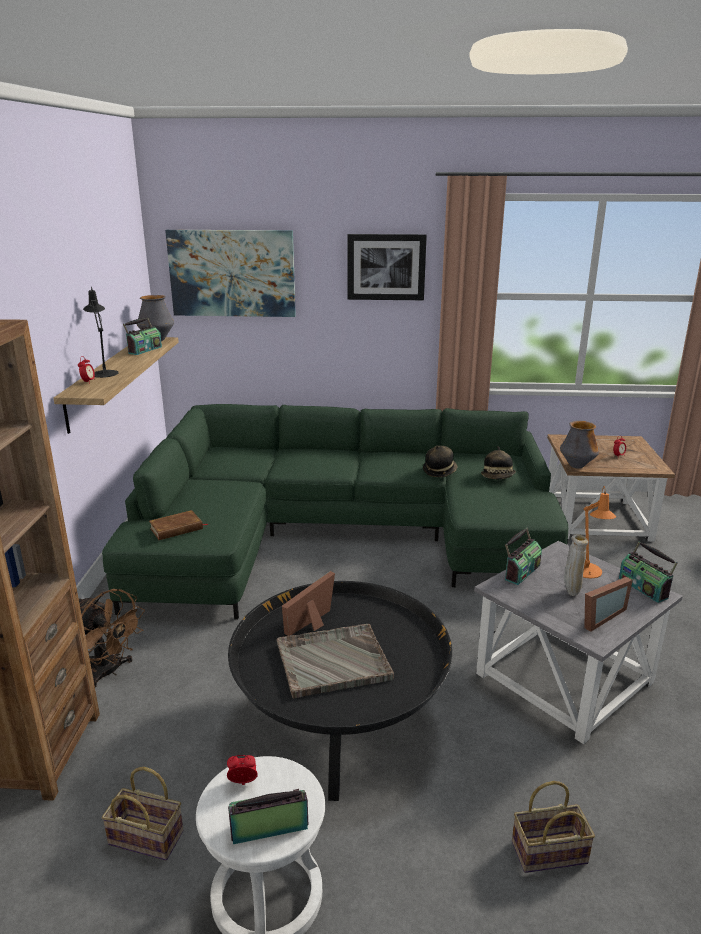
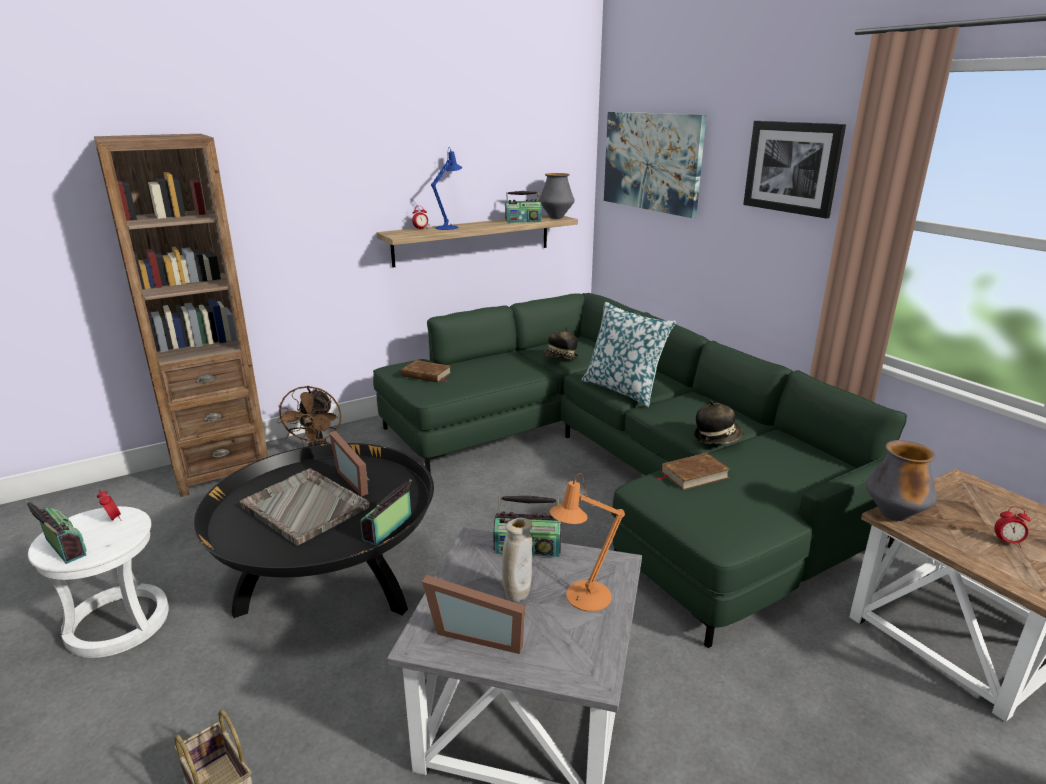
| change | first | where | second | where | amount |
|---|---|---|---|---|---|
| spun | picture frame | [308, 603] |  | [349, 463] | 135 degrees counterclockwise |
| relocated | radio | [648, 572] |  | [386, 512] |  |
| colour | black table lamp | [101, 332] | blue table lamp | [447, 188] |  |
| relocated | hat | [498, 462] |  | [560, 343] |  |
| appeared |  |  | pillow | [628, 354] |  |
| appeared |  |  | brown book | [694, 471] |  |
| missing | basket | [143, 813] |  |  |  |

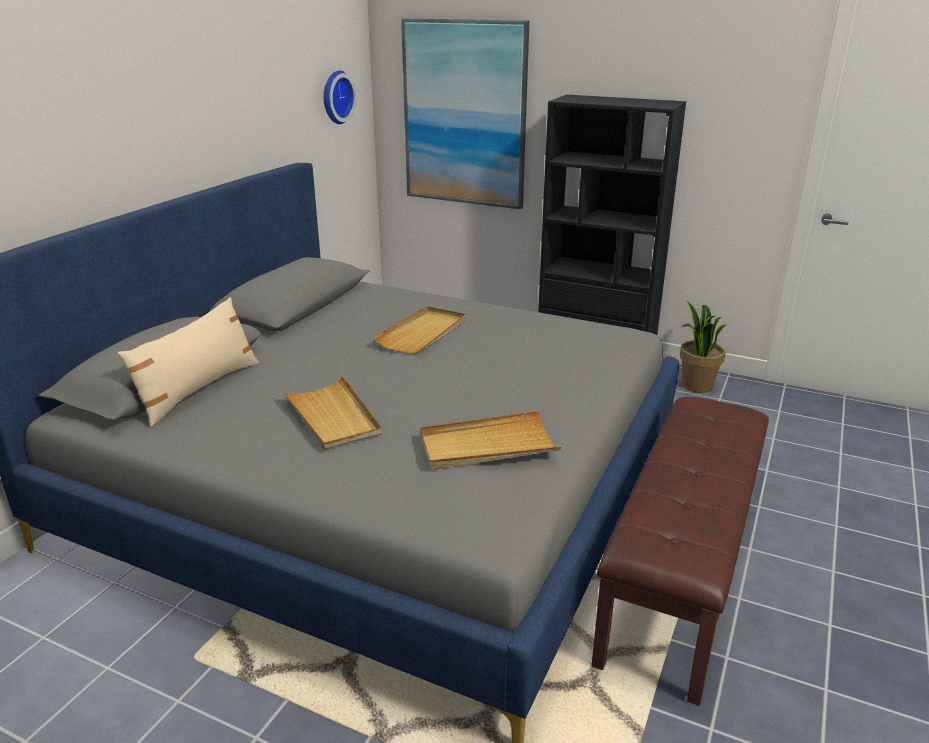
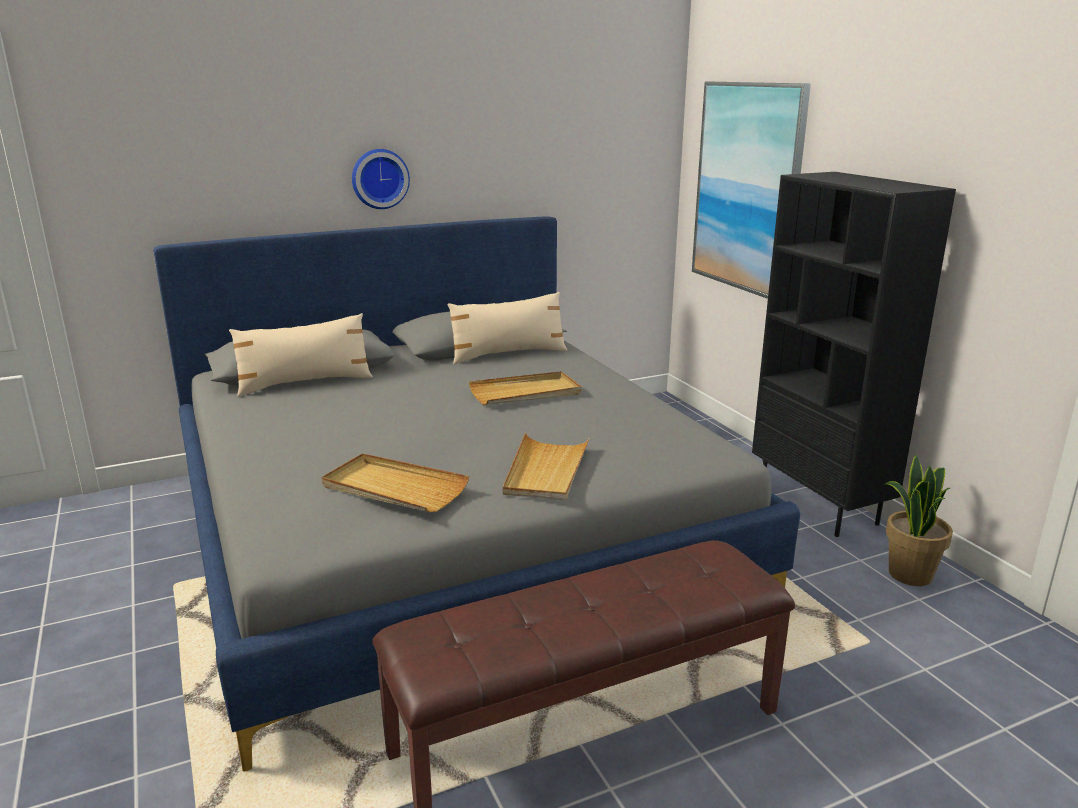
| change | first | where | second | where | amount |
|---|---|---|---|---|---|
| relocated | wall clock | [339, 97] |  | [381, 179] |  |
| appeared |  |  | beige pillow | [507, 328] |  |
| relocated | beige tray | [331, 412] |  | [546, 466] |  |

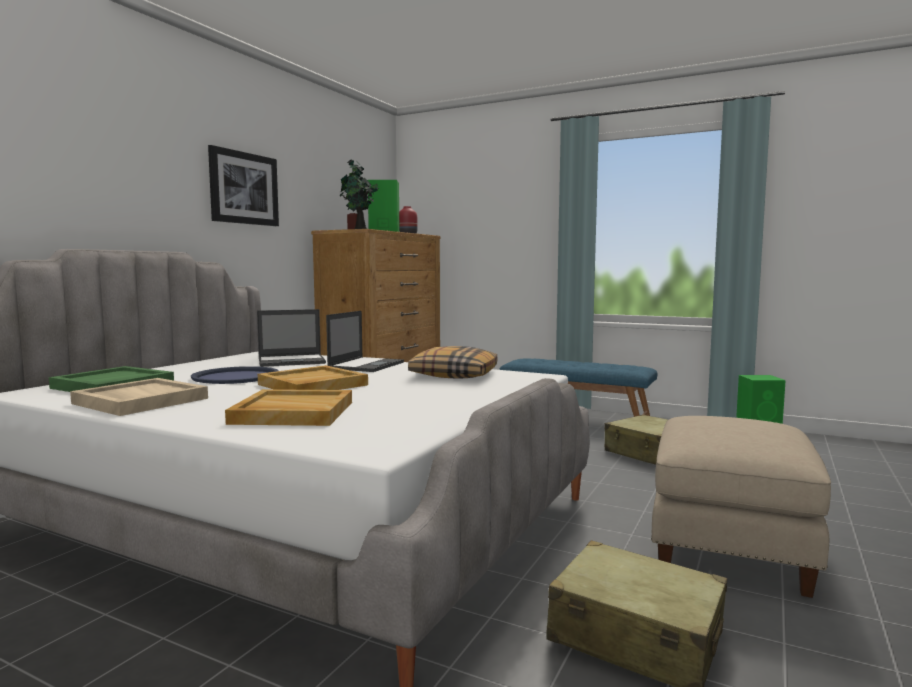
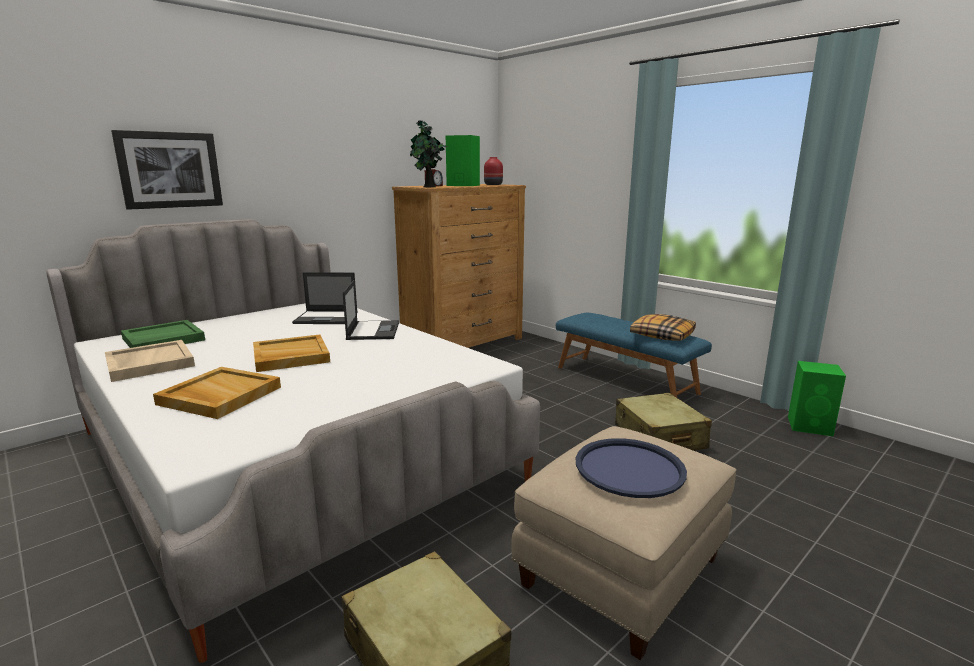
| change | first | where | second | where | amount |
|---|---|---|---|---|---|
| relocated | picture | [243, 185] |  | [167, 170] |  |
| spun | laptop | [365, 341] |  | [371, 310] | 45 degrees counterclockwise |
| relocated | blue tray | [235, 375] |  | [631, 468] |  |
| relocated | pillow | [453, 362] |  | [663, 327] |  |

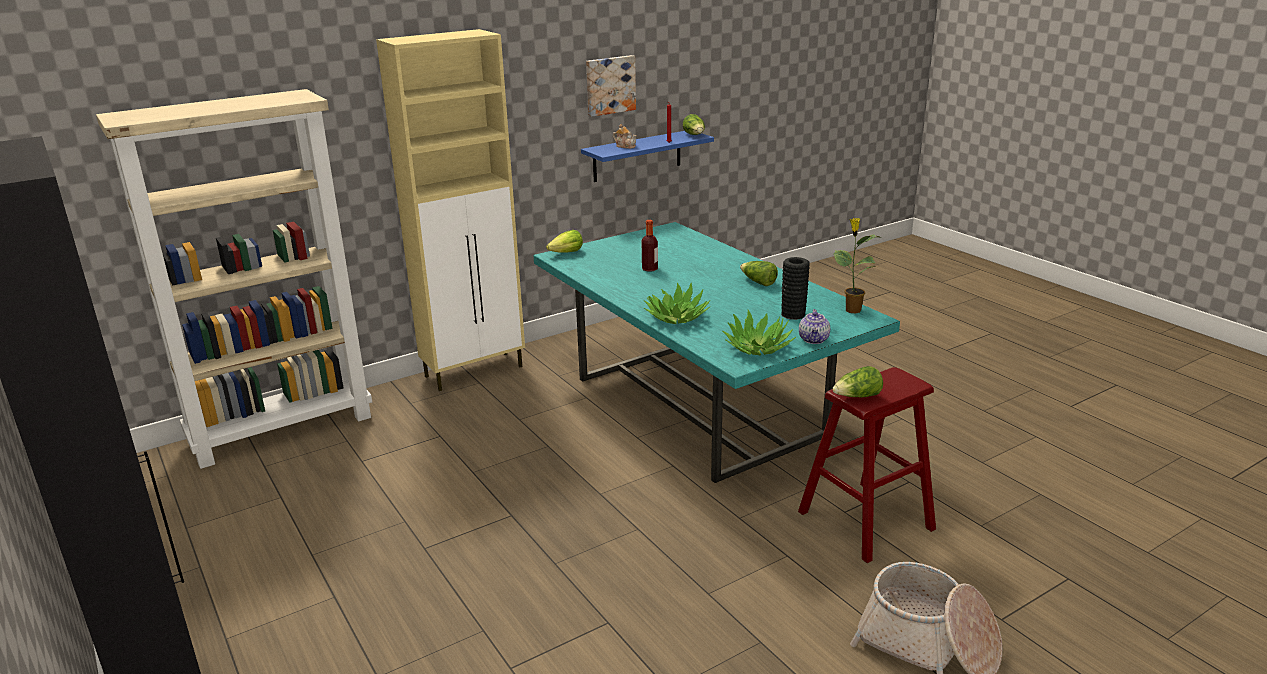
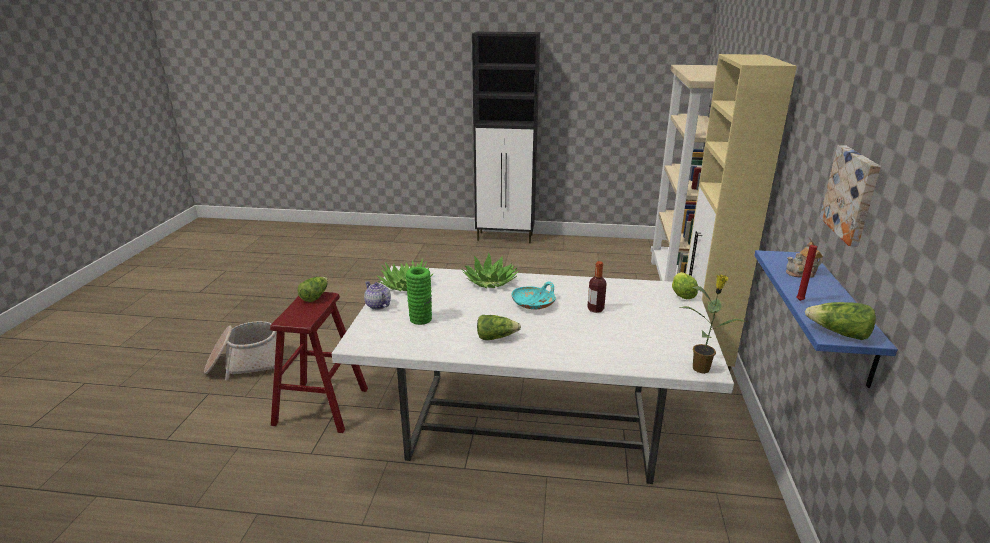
| change | first | where | second | where | amount |
|---|---|---|---|---|---|
| colour | turquoise dining table | [717, 352] | white dining table | [533, 375] |  |
| colour | black vase | [795, 288] | green vase | [419, 296] |  |
| appeared |  |  | turquoise bowl | [533, 295] |  |
| relocated | potted plant | [858, 265] |  | [713, 324] |  |

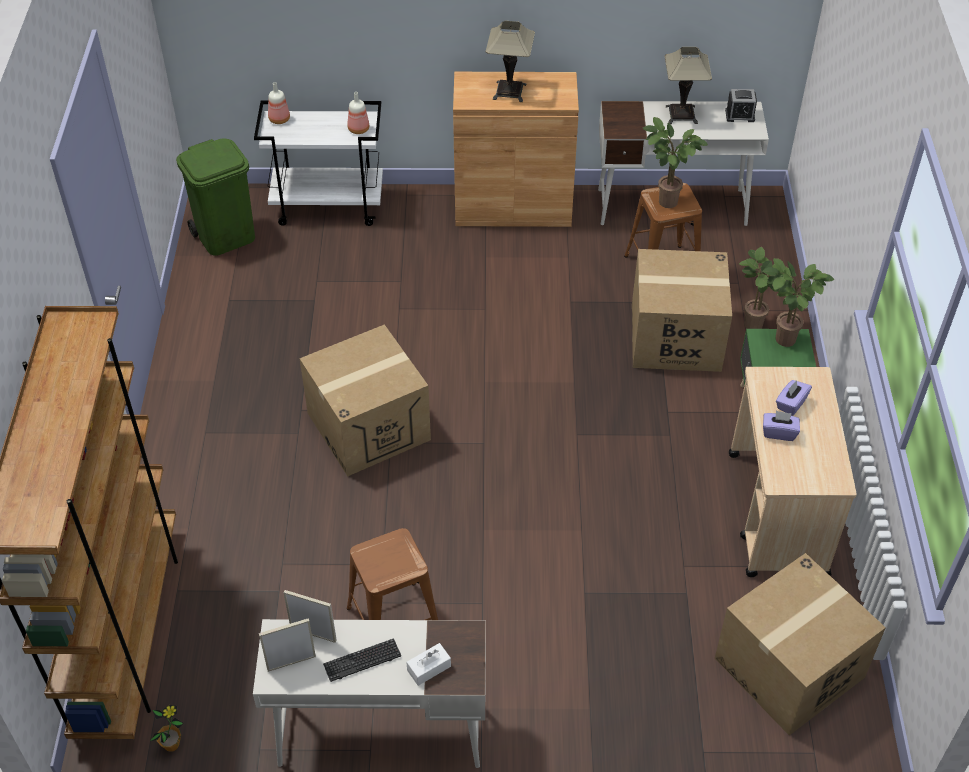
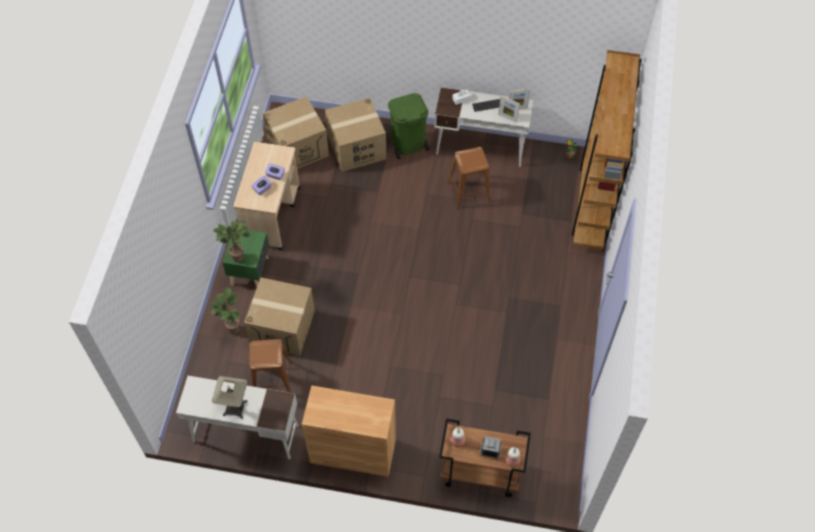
| change | first | where | second | where | amount |
|---|---|---|---|---|---|
| relocated | cardboard box | [365, 400] |  | [356, 135] |  |
| relocated | green trash can | [215, 197] |  | [408, 126] |  |
| colour | white cart | [318, 163] | brown cart | [485, 458] |  |
| relocated | alarm clock | [741, 105] |  | [490, 447] |  |
| missing | table lamp | [510, 61] |  |  |  |
| missing | potted plant | [675, 162] |  |  |  |

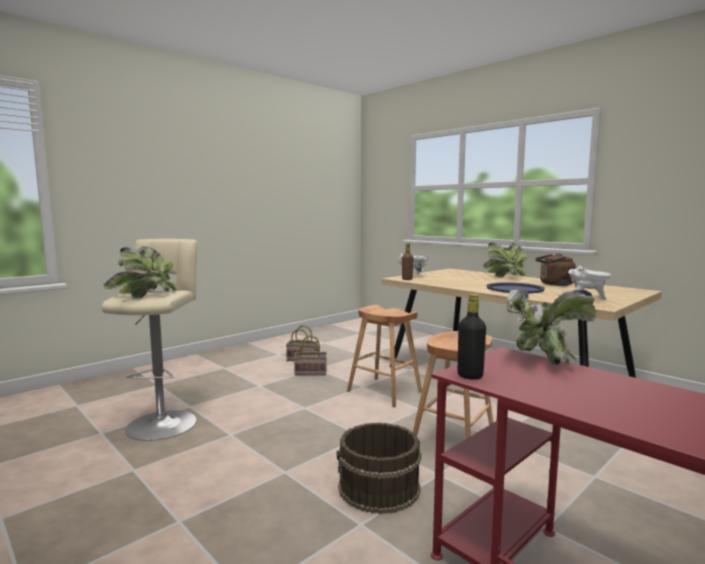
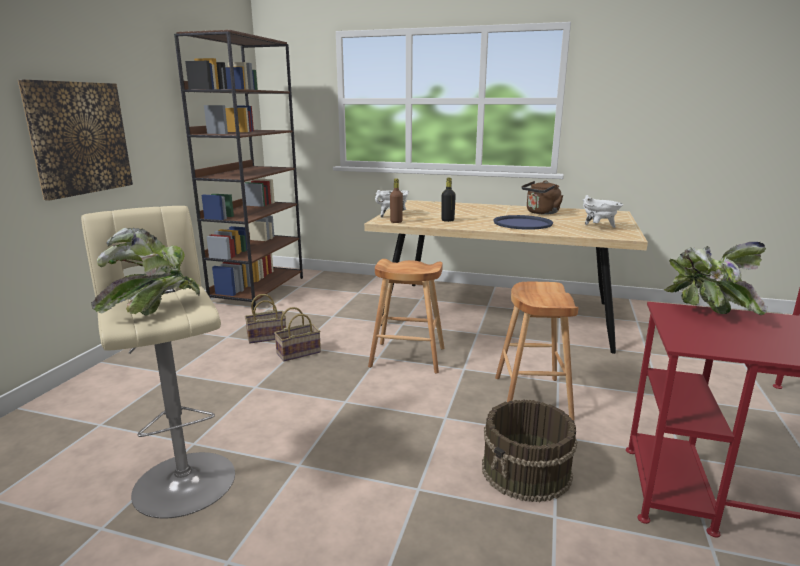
| change | first | where | second | where | amount |
|---|---|---|---|---|---|
| appeared |  |  | picture | [75, 140] |  |
| appeared |  |  | brown bookcase | [238, 170] |  |
| relocated | black bottle | [472, 337] |  | [448, 200] |  |
| missing | potted plant | [505, 260] |  |  |  |

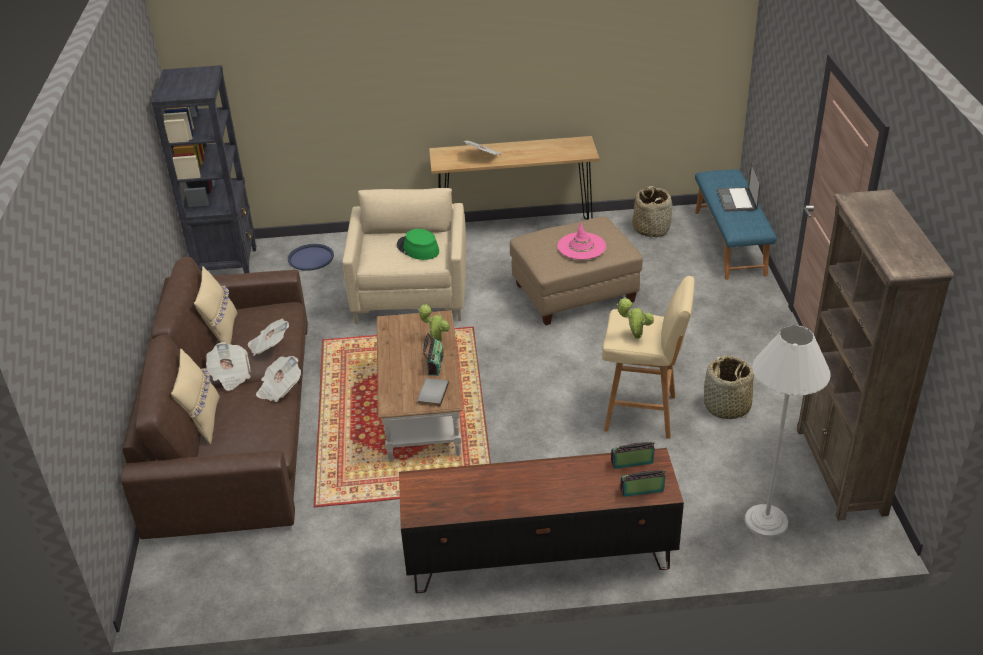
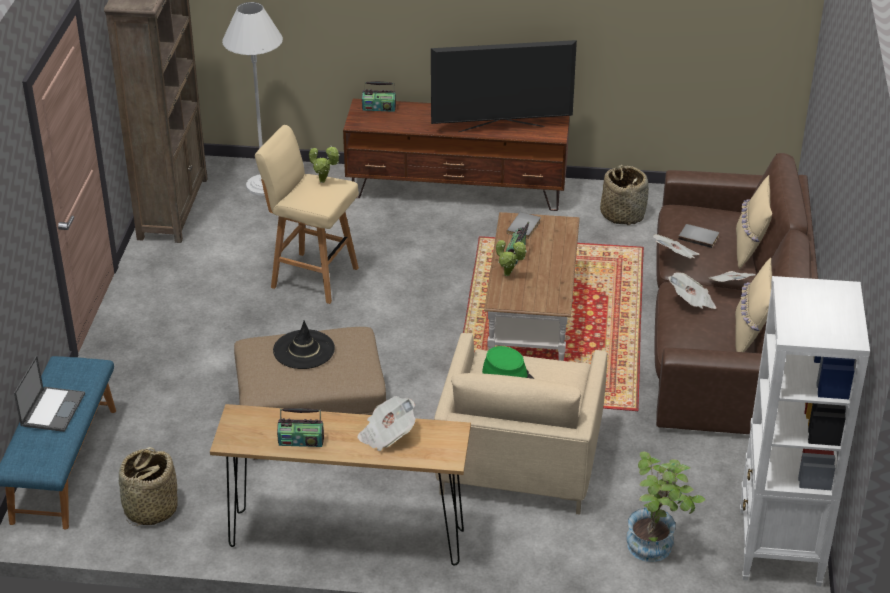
| change | first | where | second | where | amount |
|---|---|---|---|---|---|
| colour | pink hat | [581, 241] | black hat | [304, 344] |  |
| relocated | radio | [633, 455] |  | [300, 427] |  |
| appeared |  |  | television | [504, 86] |  |
| relocated | basket | [729, 387] |  | [624, 195] |  |
| exchanged | blue tray | [311, 257] | potted plant | [665, 506] |  |
| appeared |  |  | grey book | [698, 236] |  |
| colour | black bookcase | [203, 169] | white bookcase | [805, 431] |  |

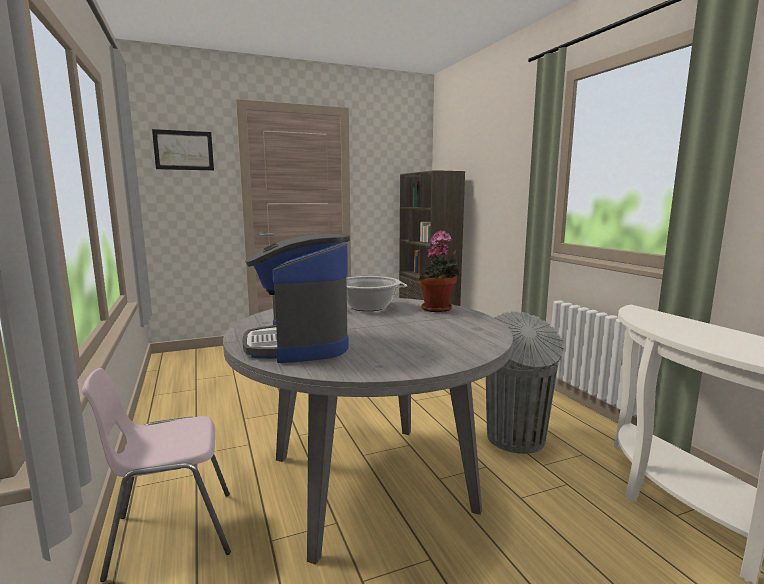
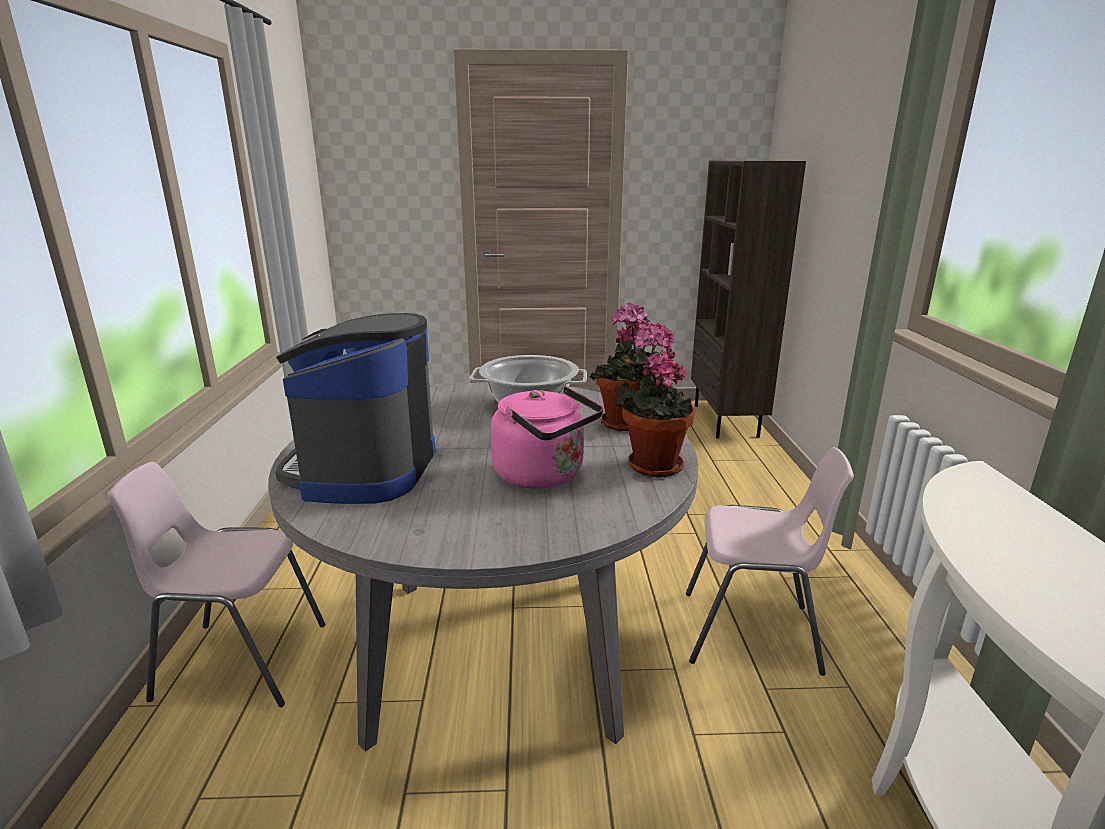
| change | first | where | second | where | amount |
|---|---|---|---|---|---|
| appeared |  |  | pink kettle | [547, 437] |  |
| appeared |  |  | potted plant | [655, 400] |  |
| exchanged | grey trash can | [525, 382] | pink chair | [770, 561] |  |
| missing | picture | [183, 149] |  |  |  |

